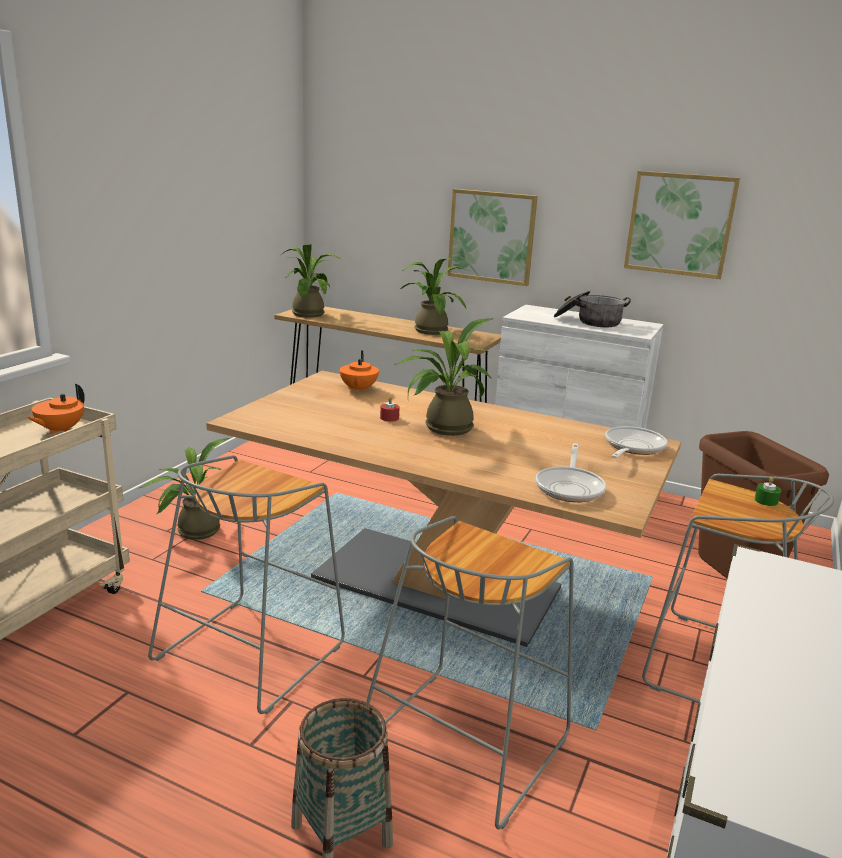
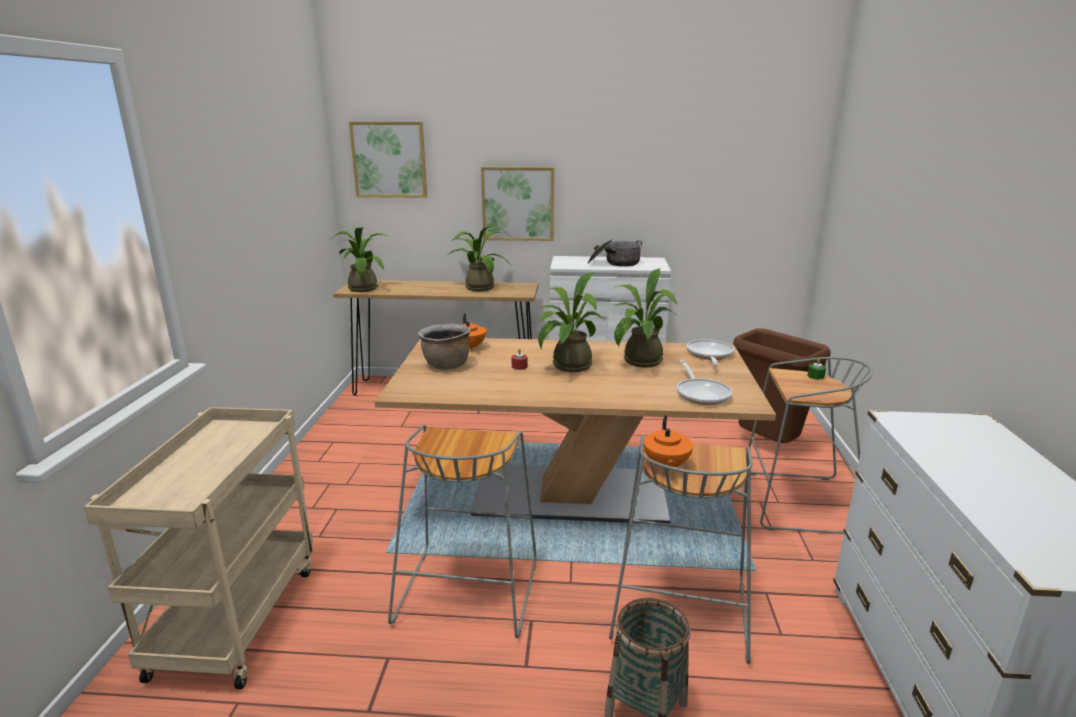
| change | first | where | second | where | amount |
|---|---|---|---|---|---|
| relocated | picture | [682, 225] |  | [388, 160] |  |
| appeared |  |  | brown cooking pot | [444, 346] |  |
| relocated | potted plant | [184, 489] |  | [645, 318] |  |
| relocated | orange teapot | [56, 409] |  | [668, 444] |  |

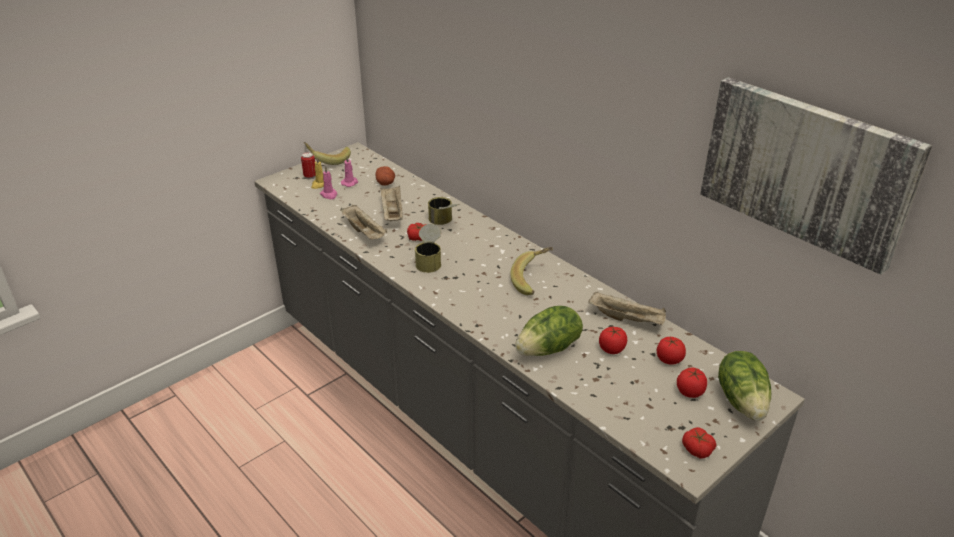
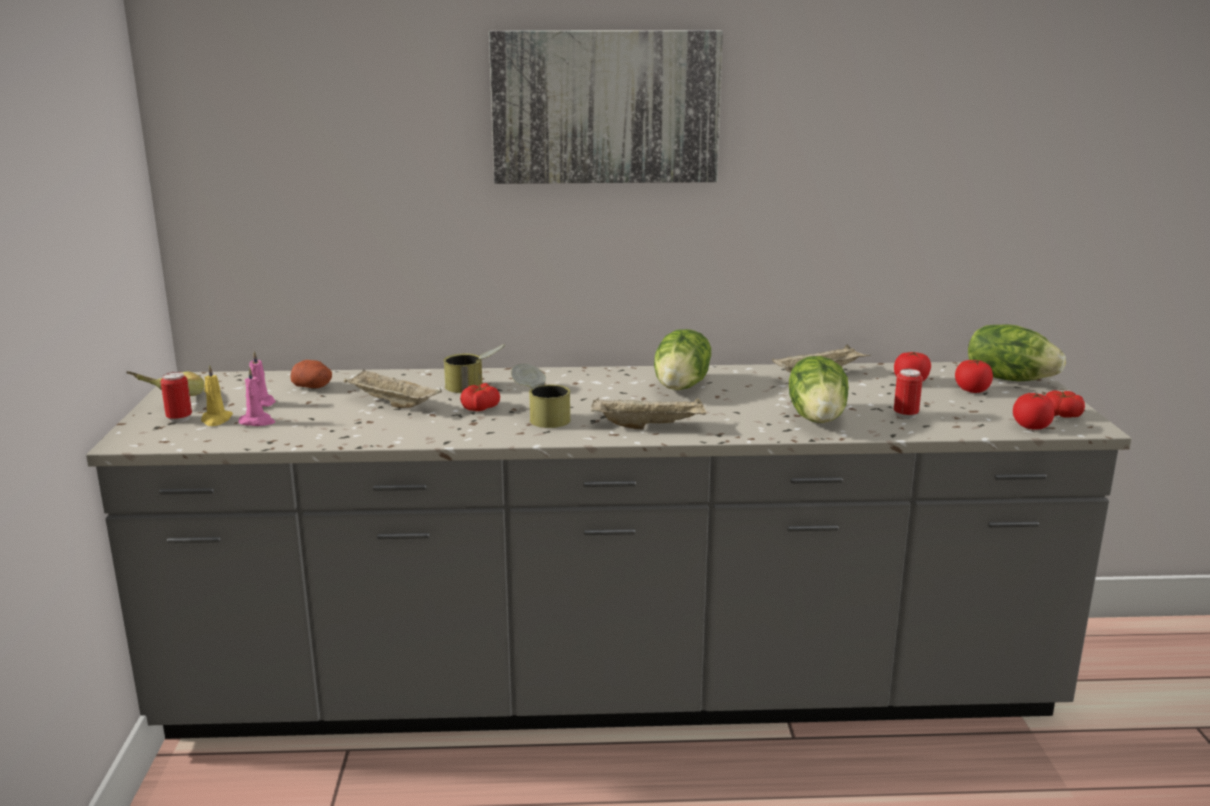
| change | first | where | second | where | amount |
|---|---|---|---|---|---|
| relocated | picture | [816, 176] |  | [606, 107] |  |
| relocated | beige tray | [363, 222] |  | [648, 414] |  |
| exchanged | banana | [531, 271] | lettuce | [682, 359] |  |
| appeared |  |  | can | [908, 394] |  |
| relocated | tomato | [613, 340] |  | [1033, 411] |  |

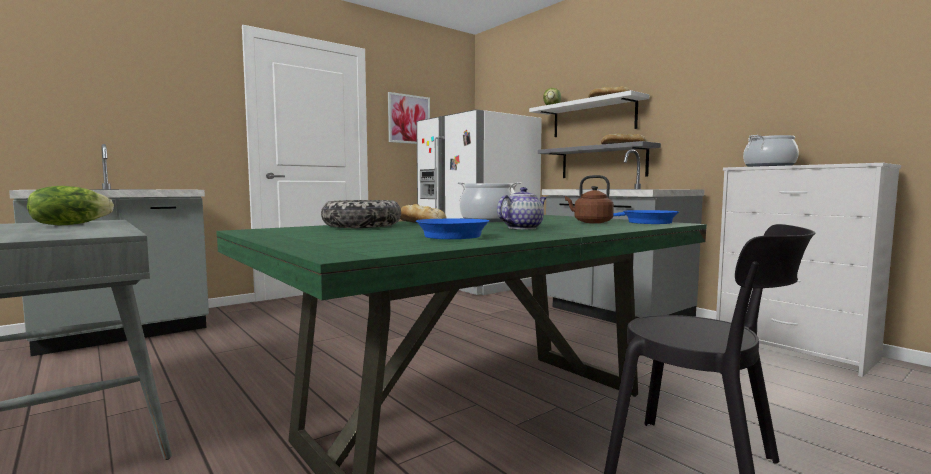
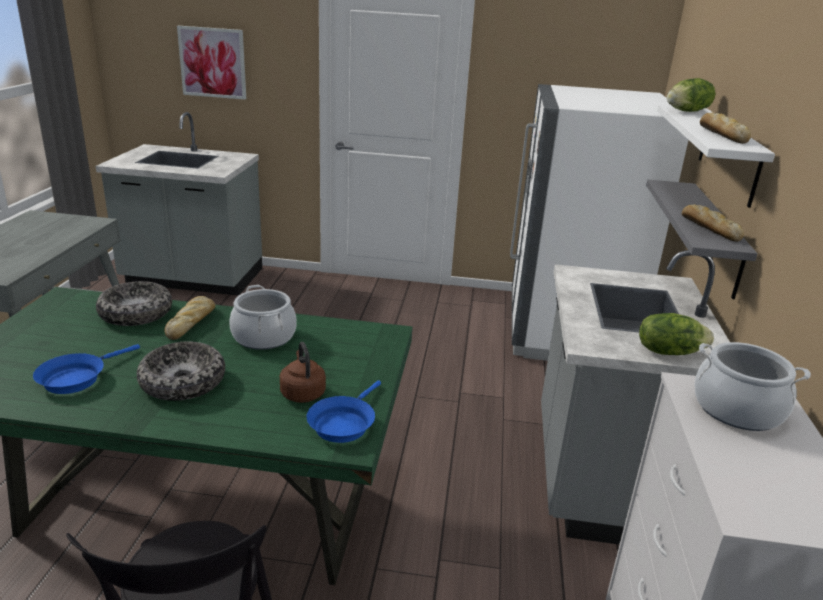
| change | first | where | second | where | amount |
|---|---|---|---|---|---|
| exchanged | teapot | [521, 208] | bowl | [181, 371] |  |
| relocated | picture | [409, 118] |  | [211, 63] |  |
| relocated | lettuce | [70, 205] |  | [676, 334] |  |

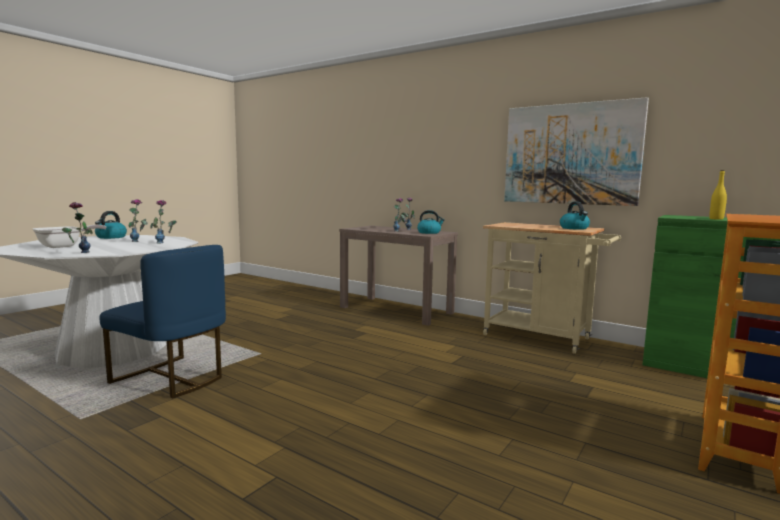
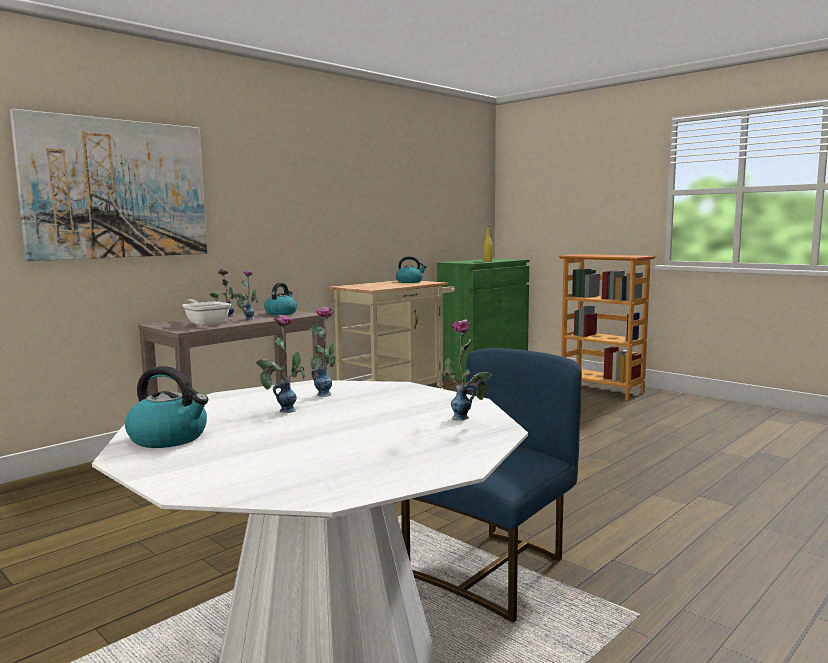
| change | first | where | second | where | amount |
|---|---|---|---|---|---|
| relocated | picture | [576, 151] |  | [108, 185] |  |
| relocated | frying pan | [69, 236] |  | [206, 312] |  |

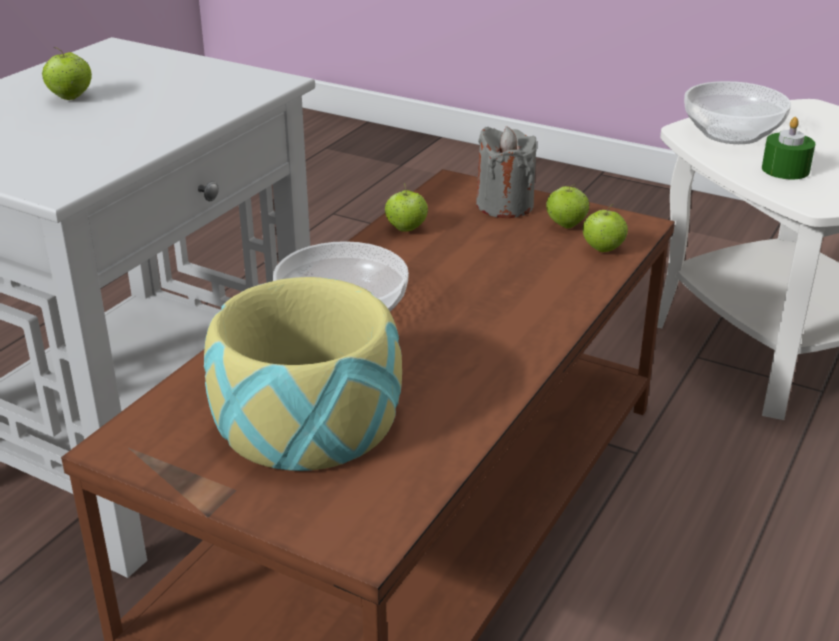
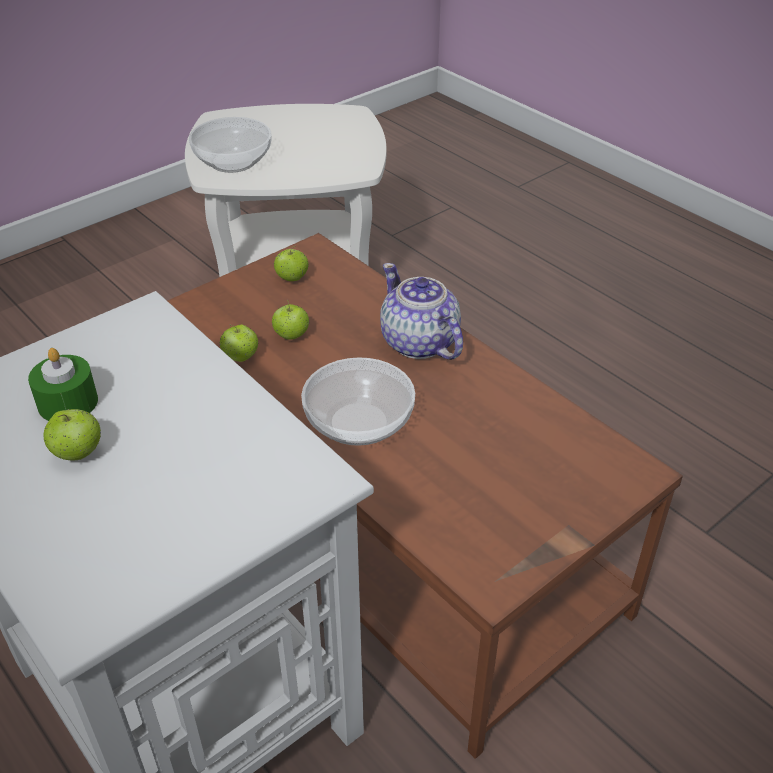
| change | first | where | second | where | amount |
|---|---|---|---|---|---|
| relocated | green candle | [788, 148] |  | [63, 384] |  |
| relocated | apple | [605, 228] |  | [290, 320] |  |
| appeared |  |  | teapot | [421, 311] |  |
| missing | bowl | [303, 374] |  |  |  |
| missing | grey candle | [506, 172] |  |  |  |

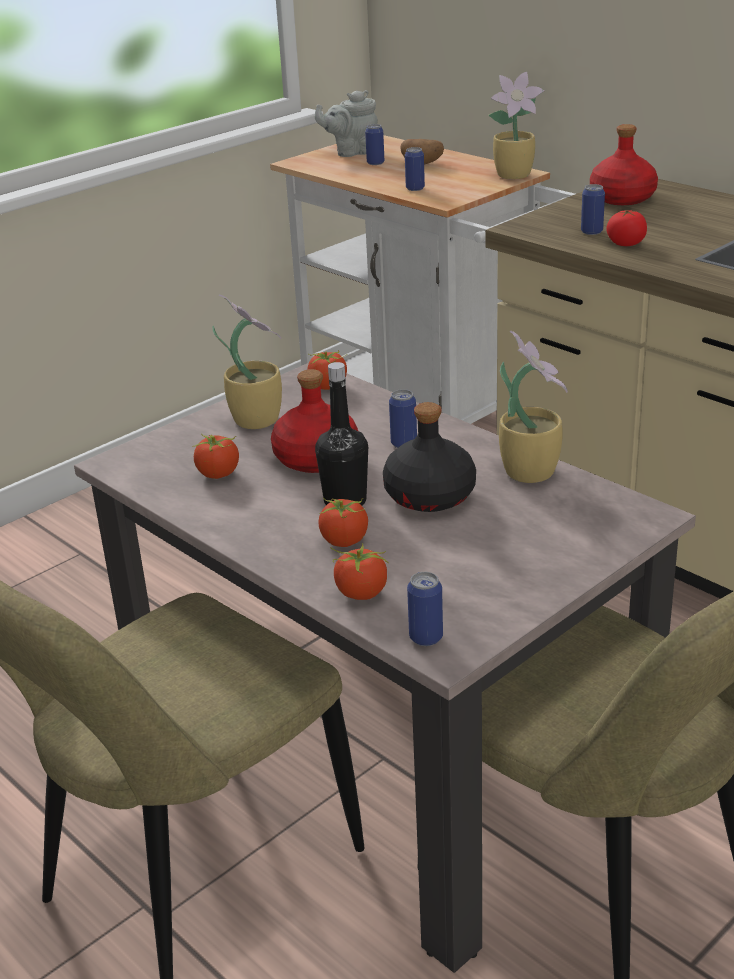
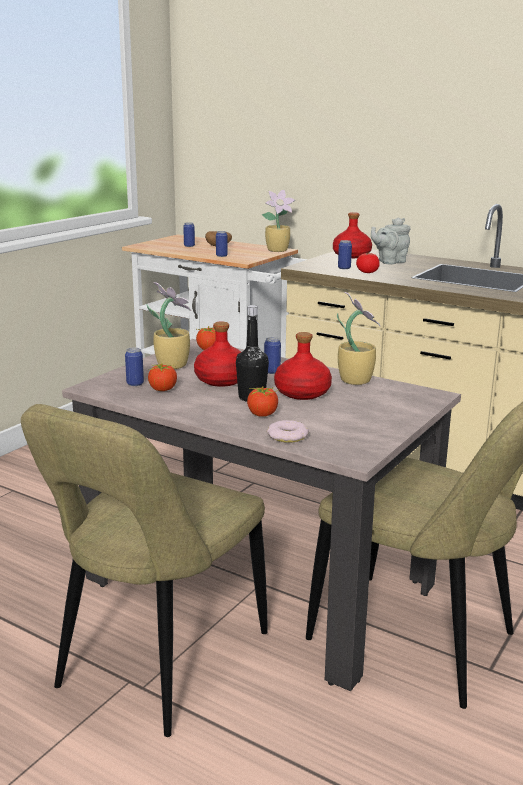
| change | first | where | second | where | amount |
|---|---|---|---|---|---|
| relocated | can | [425, 609] |  | [134, 367] |  |
| exchanged | tomato | [359, 571] | donut | [288, 431] |  |
| colour | black bottle | [429, 457] | red bottle | [303, 366] |  |
| relocated | grey teapot | [346, 123] |  | [390, 241] |  |

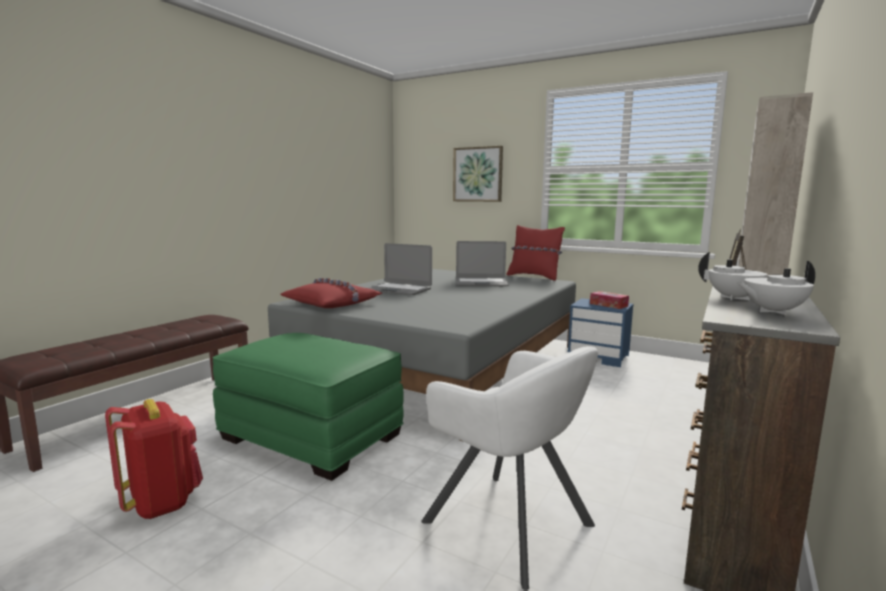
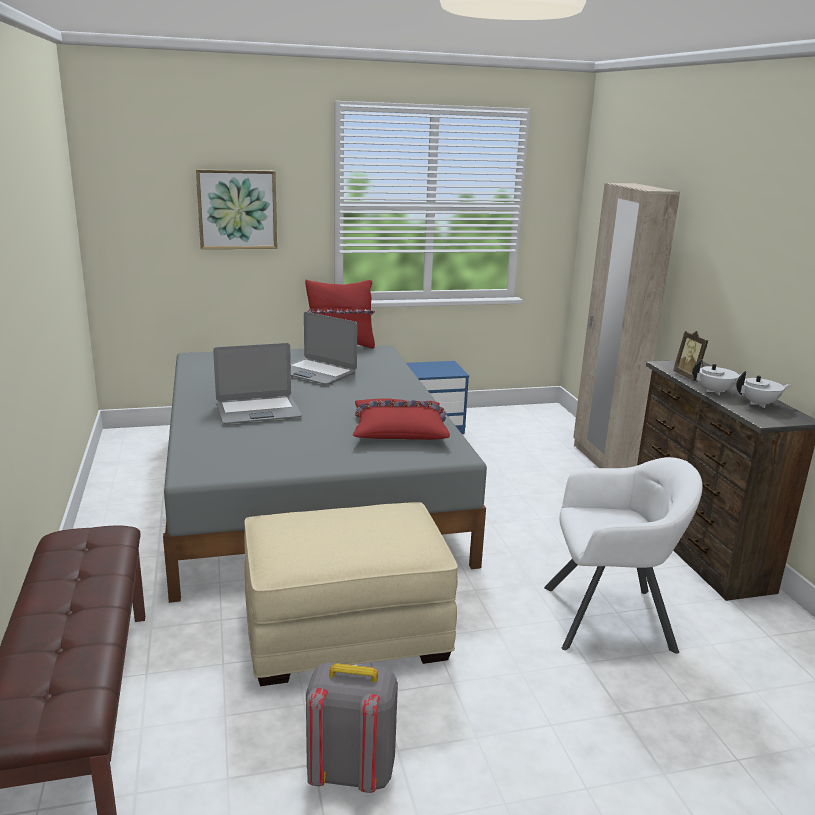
| change | first | where | second | where | amount |
|---|---|---|---|---|---|
| colour | green ottoman | [308, 407] | beige ottoman | [351, 594] |  |
| spun | laptop | [482, 263] |  | [324, 348] | 75 degrees clockwise |
| colour | red backpack | [154, 459] | grey backpack | [352, 727] |  |
| relocated | red pillow | [331, 293] |  | [401, 419] |  |
| spun | white teapot | [776, 288] |  | [764, 389] | 135 degrees counterclockwise |
| missing | tissue box | [609, 300] |  |  |  |

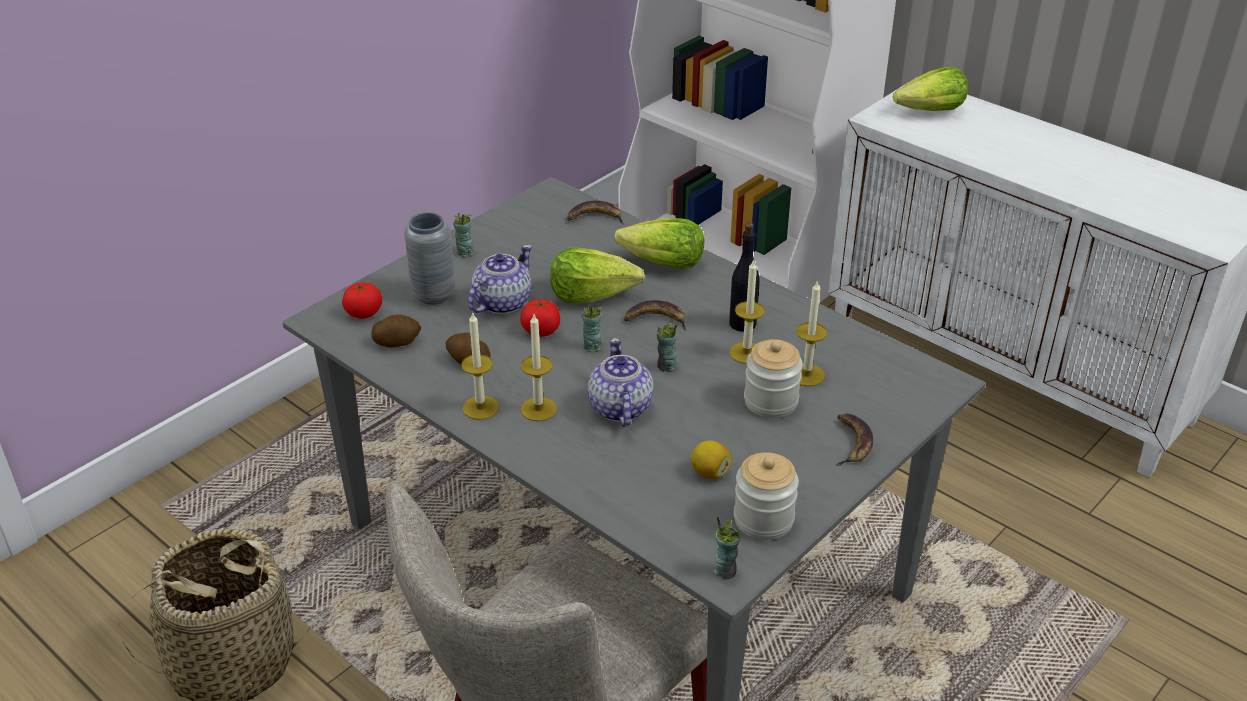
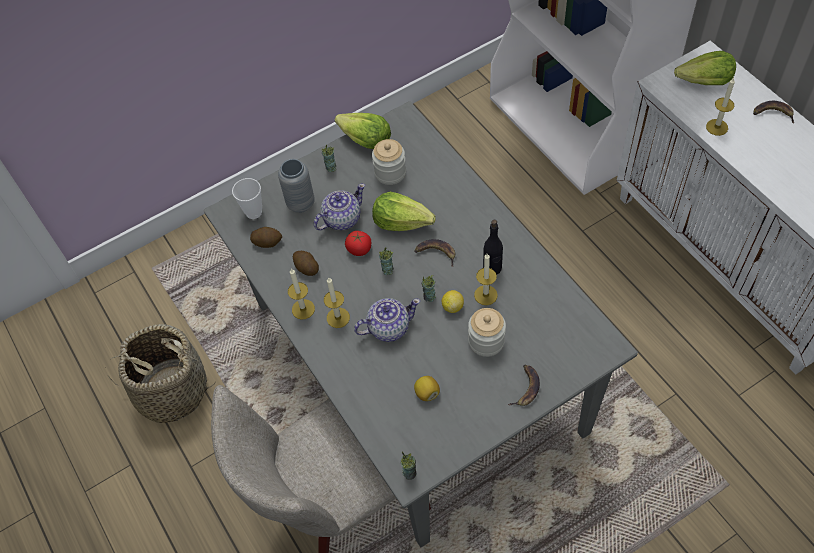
| change | first | where | second | where | amount |
|---|---|---|---|---|---|
| exchanged | tomato | [362, 301] | cup | [247, 198] |  |
| relocated | lettuce | [659, 243] |  | [363, 131] |  |
| spun | teapot | [621, 382] |  | [387, 320] | 60 degrees clockwise |
| relocated | jar | [766, 496] |  | [389, 162] |  |
| appeared |  |  | lemon | [452, 301] |  |
| relocated | candle | [811, 334] |  | [720, 107] |  |
| relocated | banana | [595, 212] |  | [774, 112] |  |

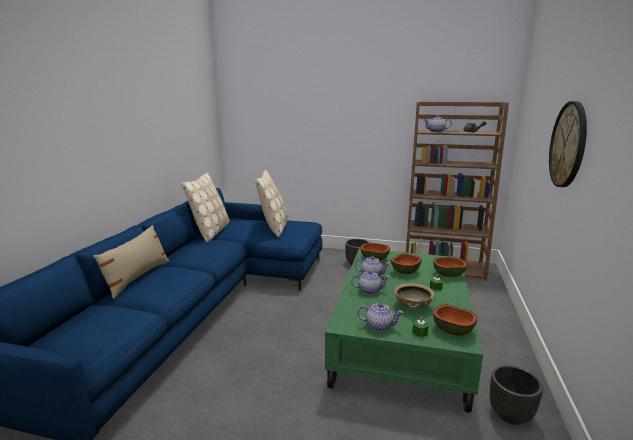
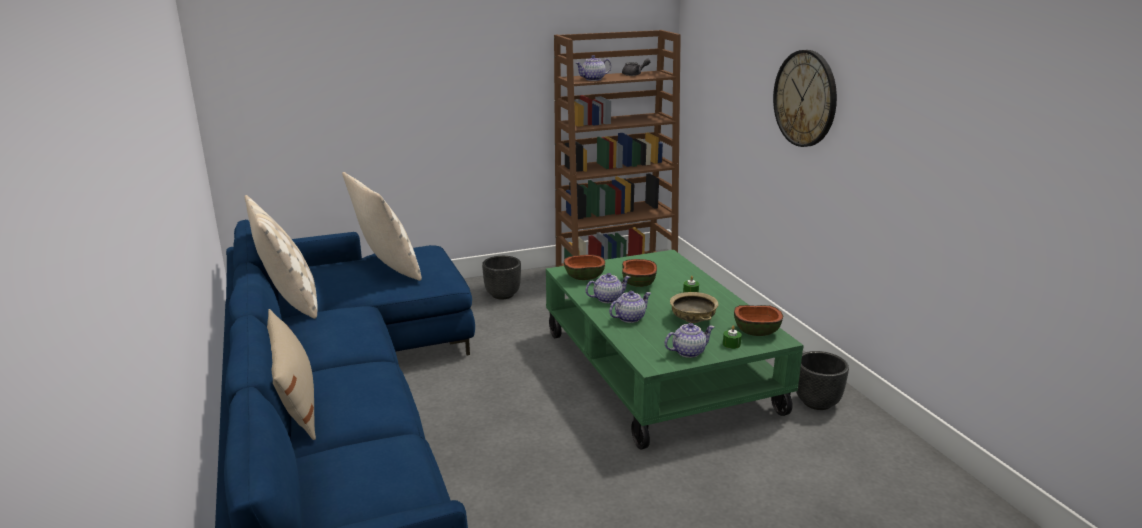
| change | first | where | second | where | amount |
|---|---|---|---|---|---|
| missing | bowl | [450, 267] |  |  |  |

